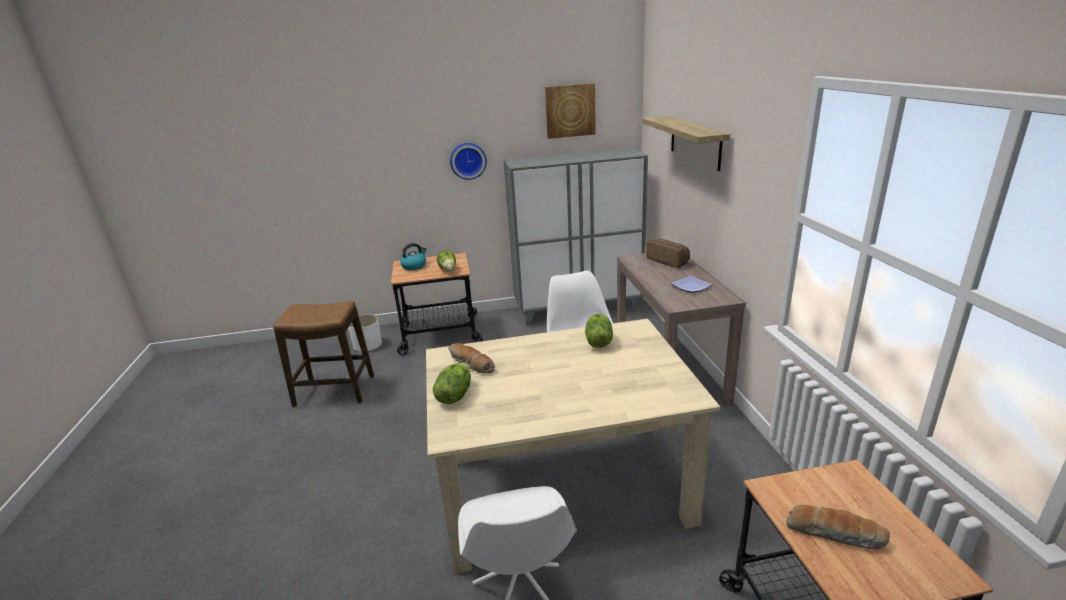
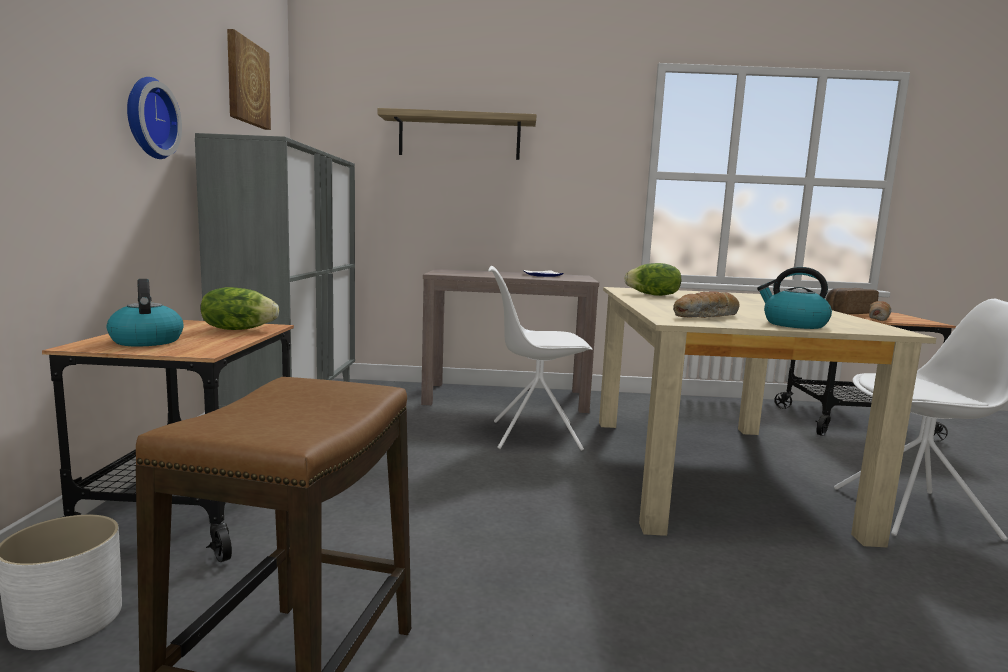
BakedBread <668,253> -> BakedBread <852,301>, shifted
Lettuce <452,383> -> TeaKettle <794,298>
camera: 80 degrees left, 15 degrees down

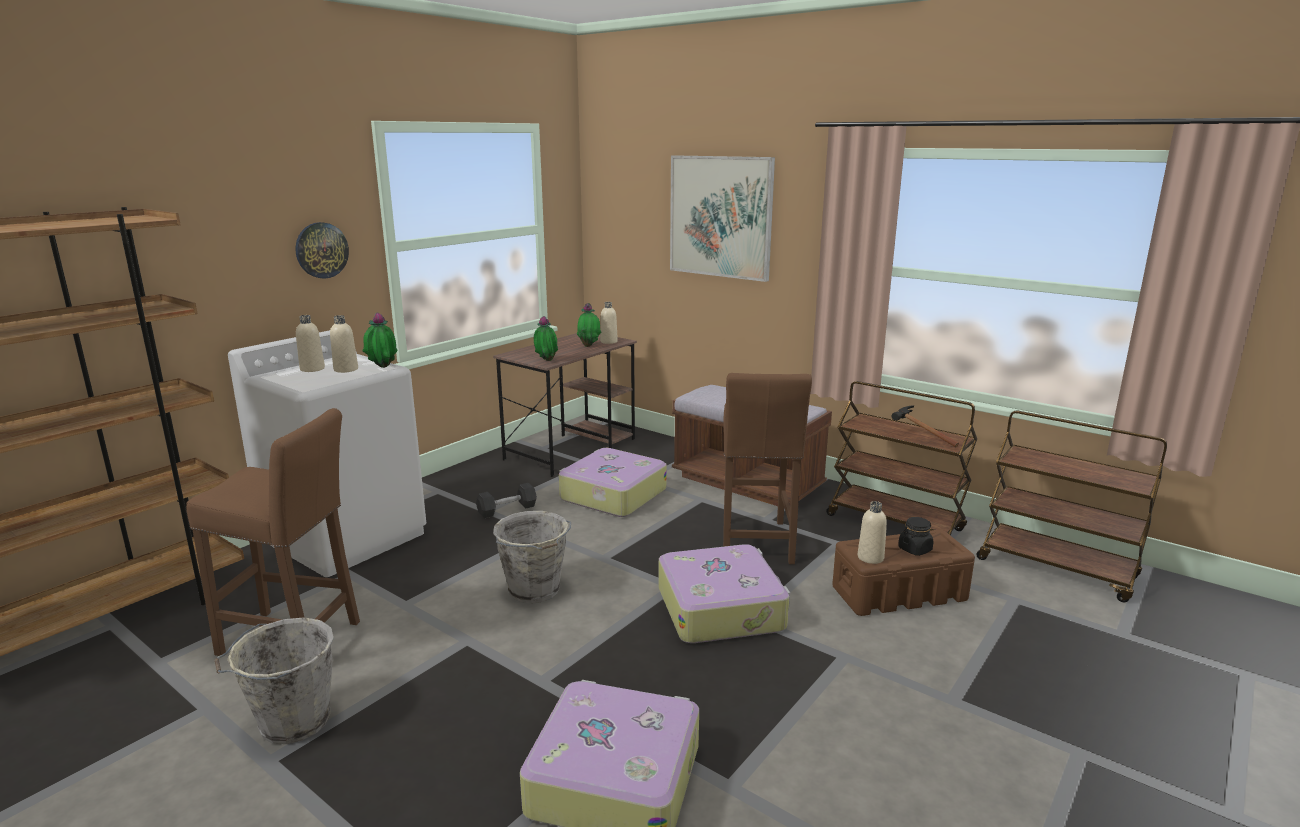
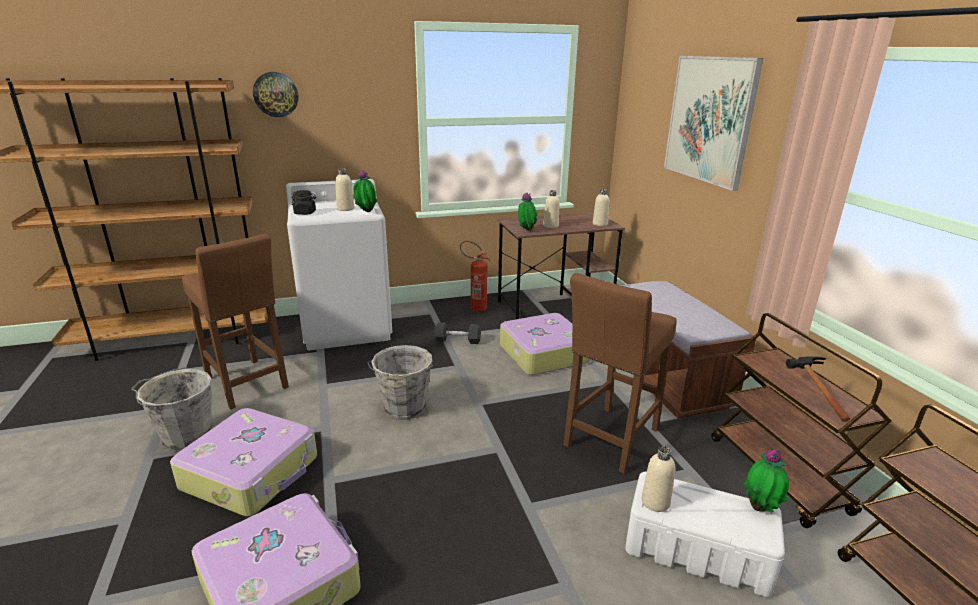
WallClock <322,250> -> WallClock <275,94>, shifted
PlantInAPot <589,325> -> PlantInAPot <766,480>, shifted
BeigeColouredBeverageBottle <310,343> -> BeigeColouredBeverageBottle <551,209>, shifted
BlackColouredStorageJar <916,536> -> BlackColouredStorageJar <303,202>, shifted
BrownColouredStorageBox <903,573> -> WhiteColouredStorageBox <705,534>
TravelCase <724,593> -> TravelCase <243,462>, shifted
none -> FireFightingCylinder <475,276>
camera: 35 degrees right, 5 degrees up

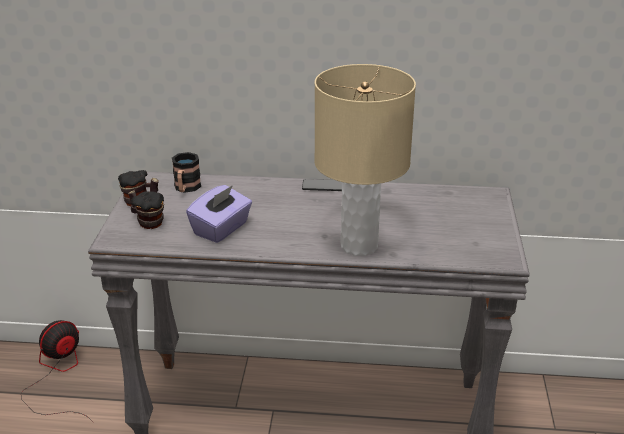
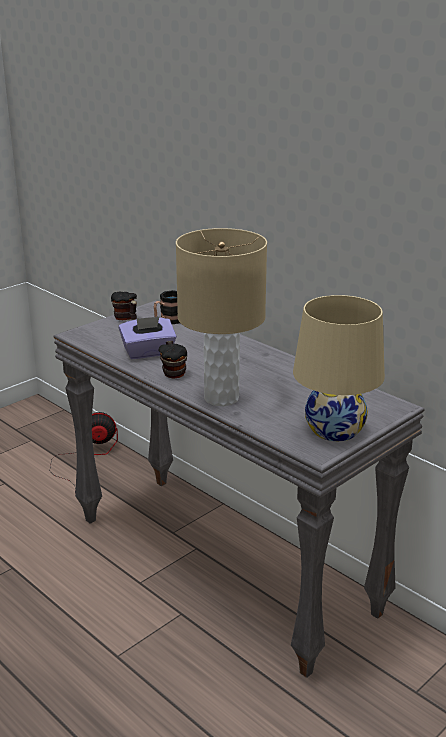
Telephone <322,185> -> none
CoffeeMug <146,209> -> CoffeeMug <172,360>, shifted
none -> BeigeColouredLampForATable <339,368>
camera: 40 degrees right, 5 degrees down

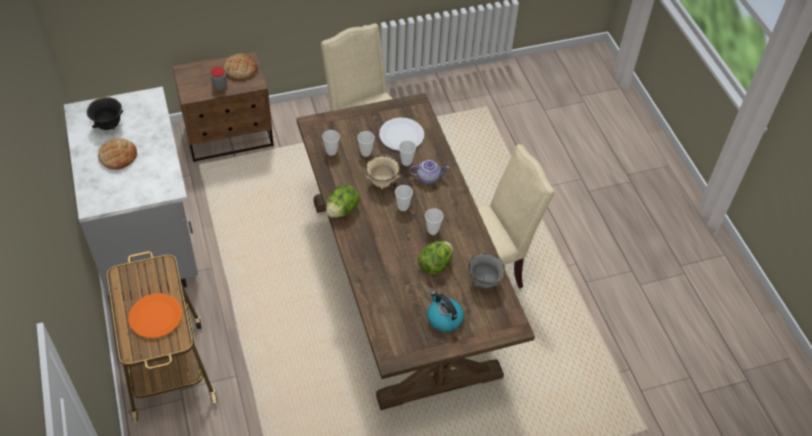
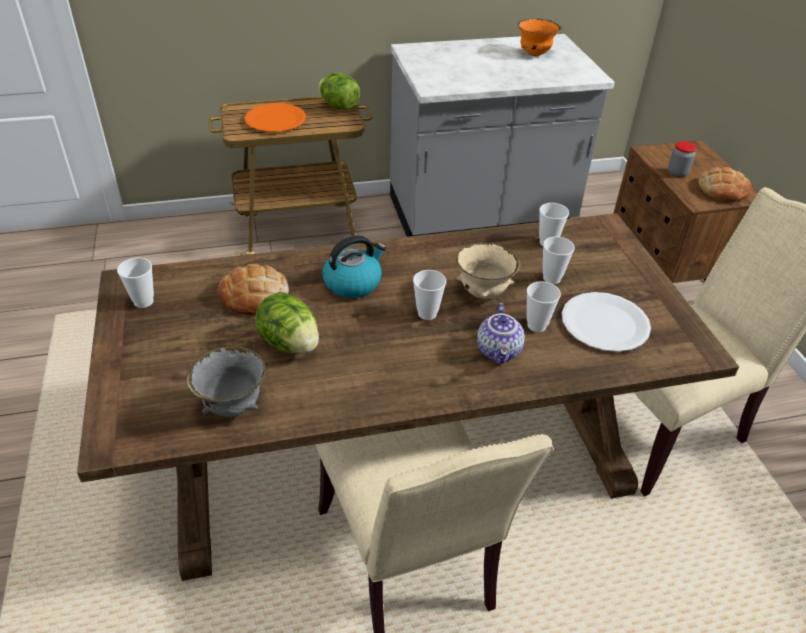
BlackColouredBowl <105,113> -> OrangeColouredBowl <540,37>
BakedBread <117,154> -> BakedBread <253,289>, shifted
Lettuce <343,201> -> Lettuce <339,91>, shifted
Cup <434,222> -> Cup <135,283>, shifted
TeaKettle <445,311> -> TeaKettle <354,266>, shifted
camera: 95 degrees right, 10 degrees down

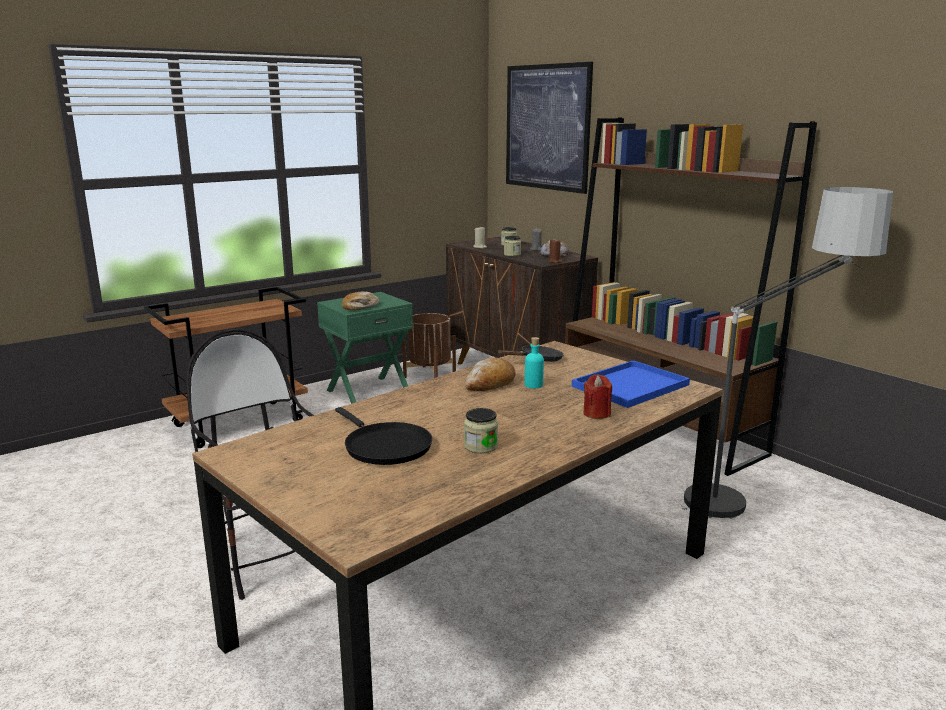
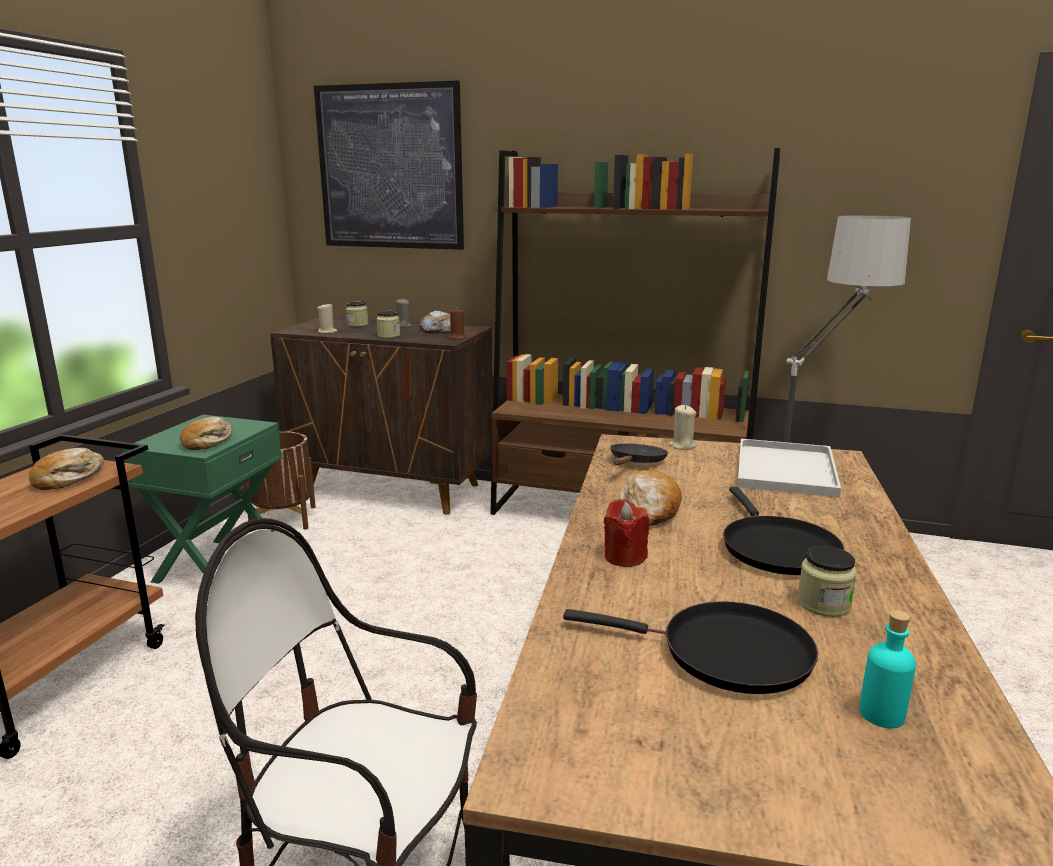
BlueGreenBeverageBottle <534,362> -> BlueGreenBeverageBottle <887,669>, shifted
BlueColouredServingTray <631,384> -> WhiteColouredServingTray <789,468>
RedCandle <598,396> -> RedCandle <626,533>, shifted
none -> BeigeColouredCandle <682,427>
none -> BakedBread <66,469>
none -> BlackColouredFryingPan <783,531>
camera: 35 degrees left, 0 degrees up

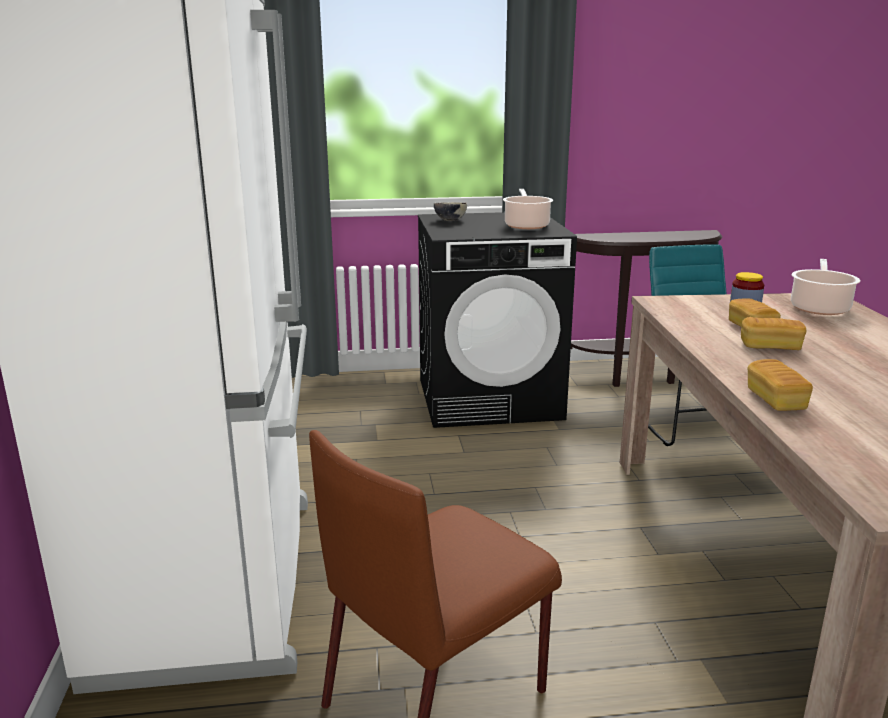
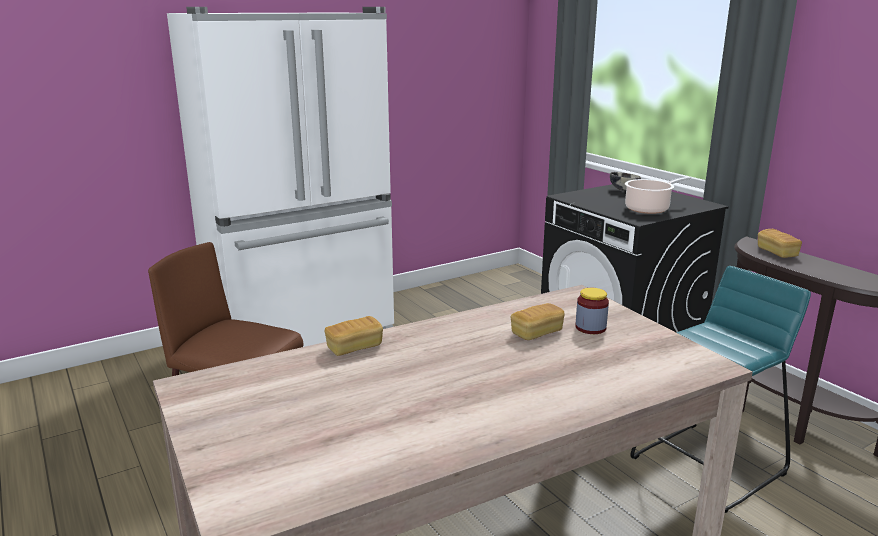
Saucepot <825,287> -> none
BakedBread <773,333> -> BakedBread <780,243>, shifted
camera: 65 degrees right, 0 degrees up

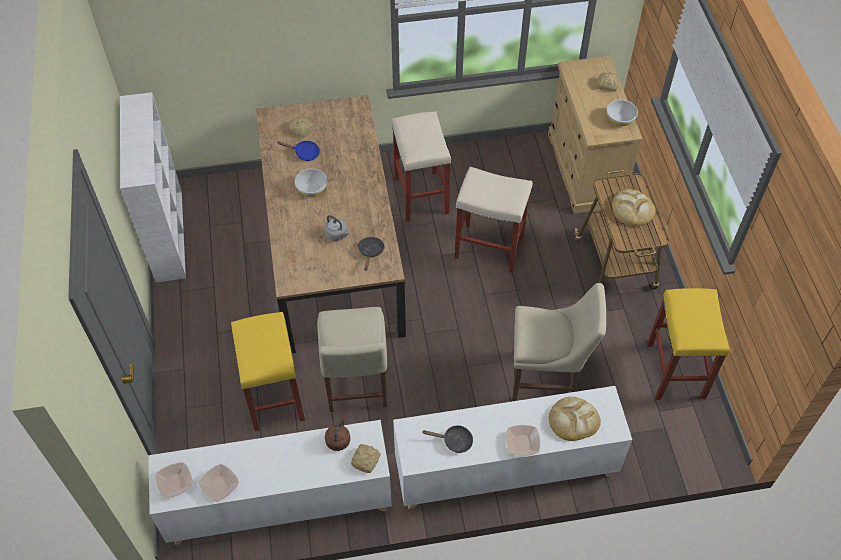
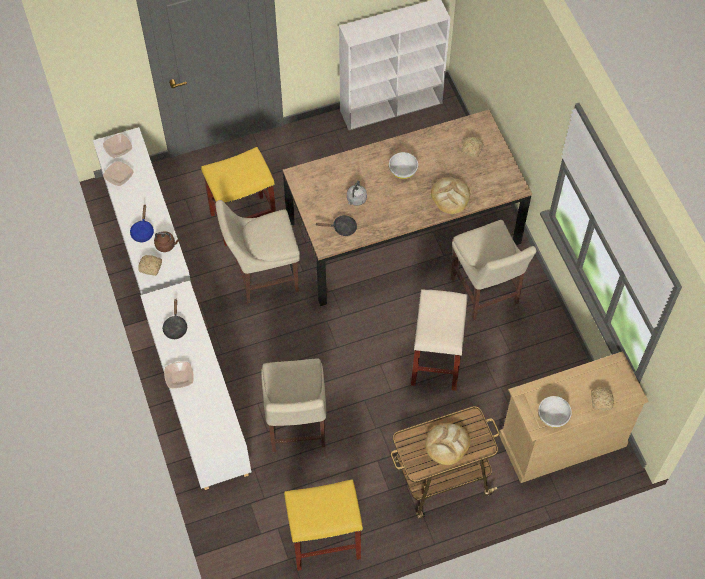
BeigeColouredStoolSeat <421,166> -> BeigeColouredPlainChair <494,270>
BlueColouredFryingPan <299,151> -> BlueColouredFryingPan <142,223>, shifted
BakedBread <575,419> -> BakedBread <450,196>, shifted
camera: 80 degrees right, 5 degrees up

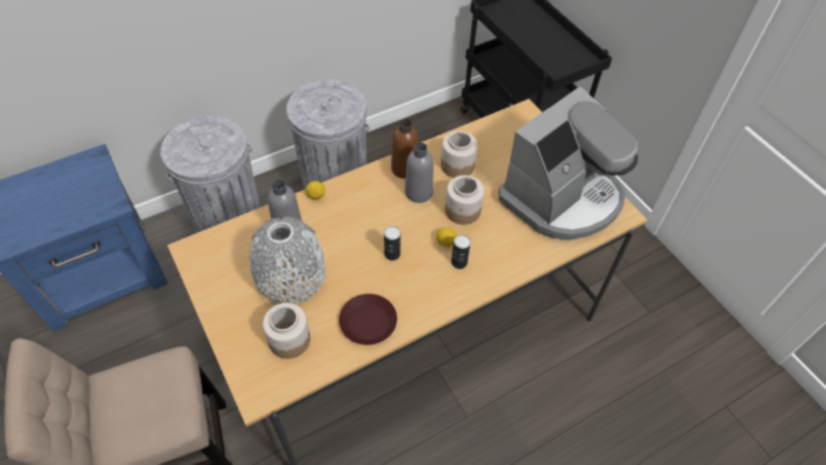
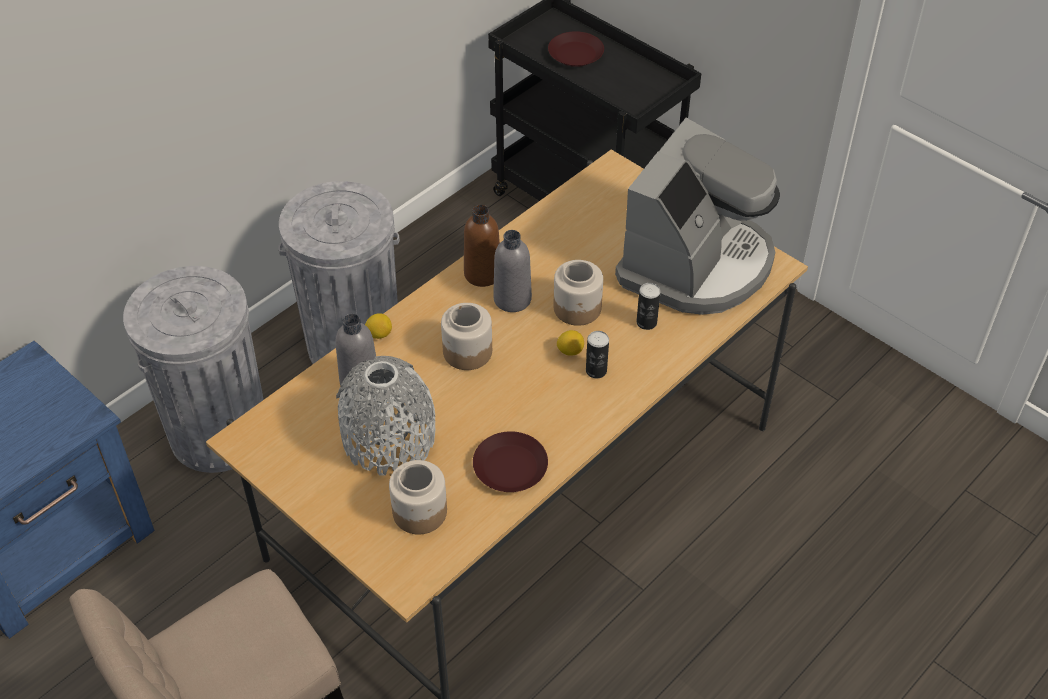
StorageJar <459,154> -> StorageJar <466,336>, shifted
MetalCan <392,243> -> MetalCan <649,306>, shifted
none -> BrownColouredFlatDish <576,49>
camera: 15 degrees left, 5 degrees down

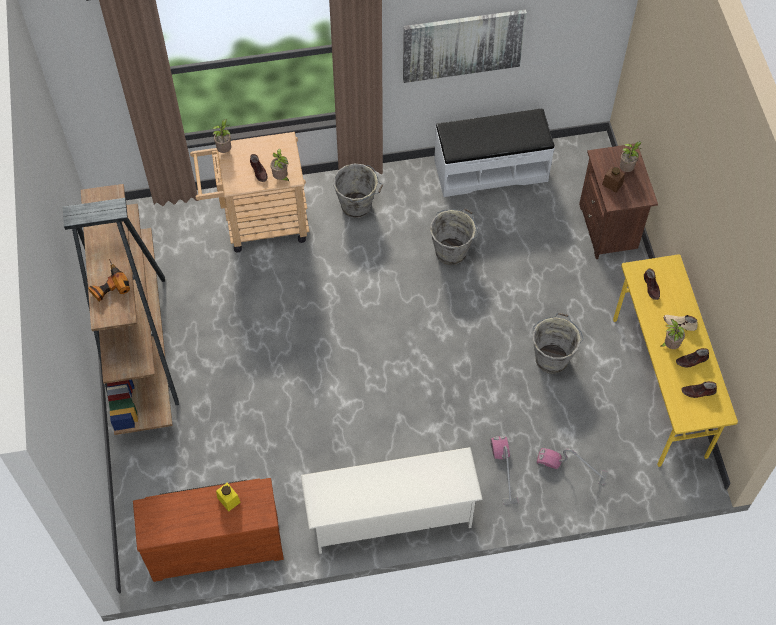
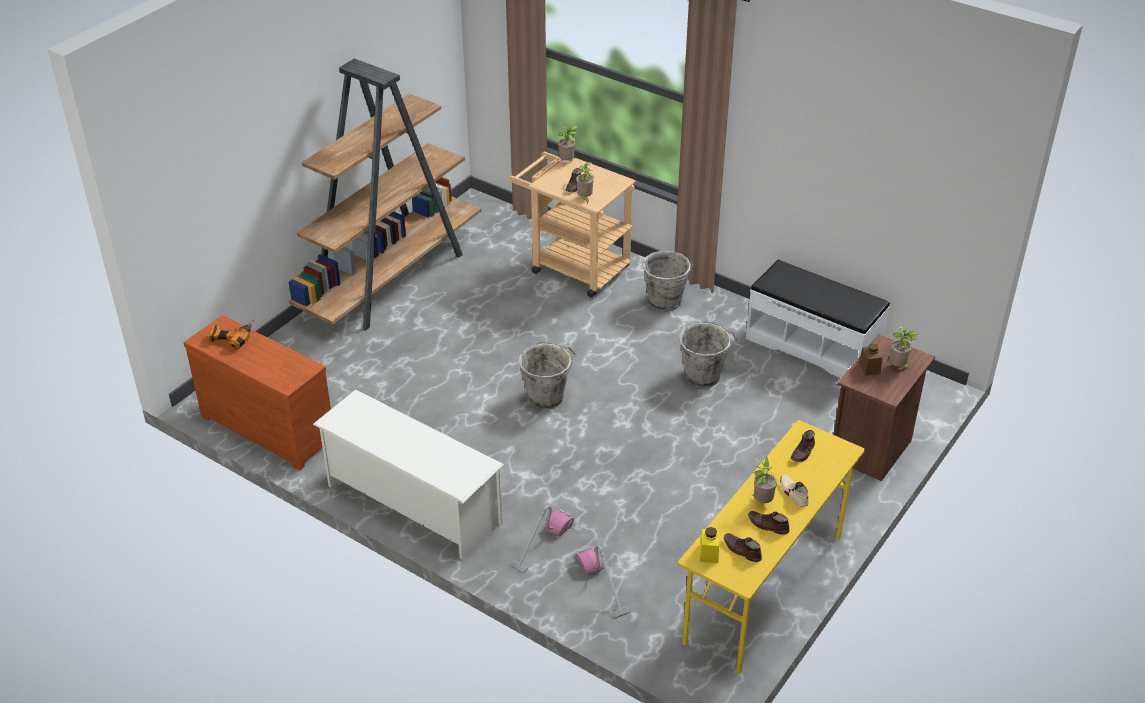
WallPicture <465,46> -> none
Drill <109,280> -> Drill <231,334>, shifted
GrayBucket <558,343> -> GrayBucket <547,376>, shifted
YellowStorageJar <228,497> -> YellowStorageJar <709,545>, shifted
camera: 45 degrees right, 20 degrees down

